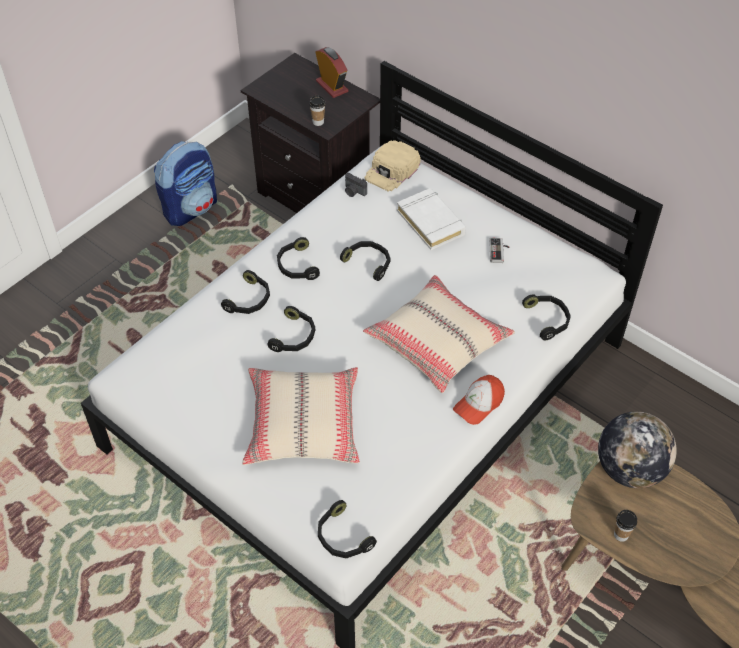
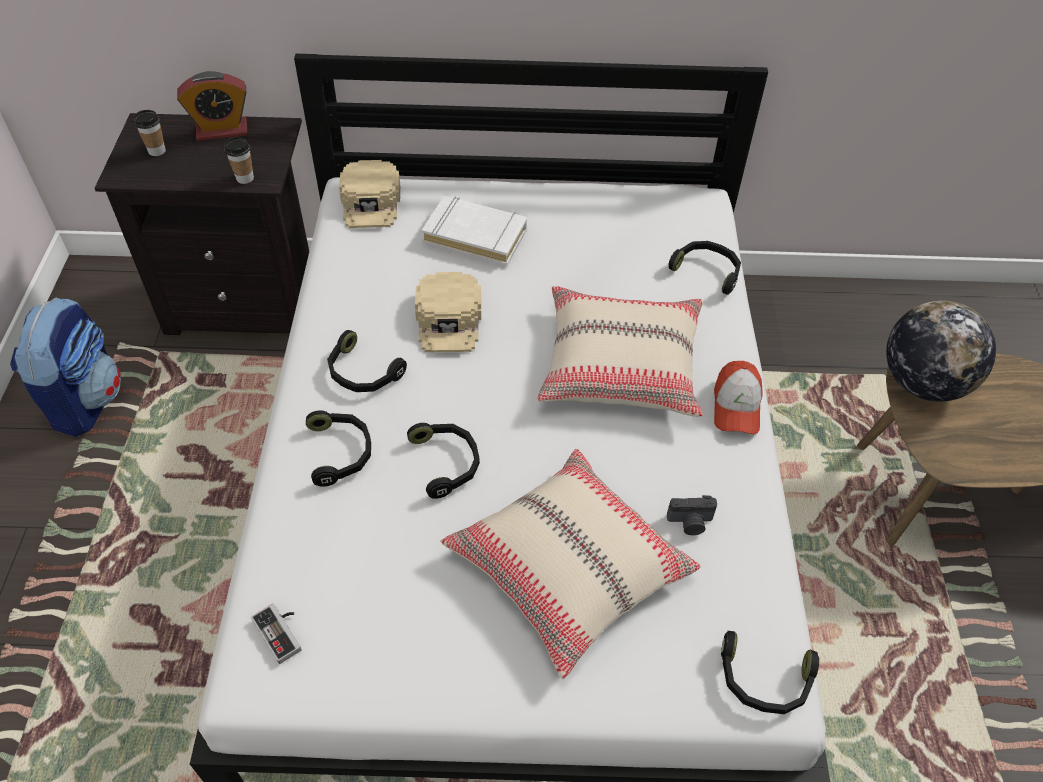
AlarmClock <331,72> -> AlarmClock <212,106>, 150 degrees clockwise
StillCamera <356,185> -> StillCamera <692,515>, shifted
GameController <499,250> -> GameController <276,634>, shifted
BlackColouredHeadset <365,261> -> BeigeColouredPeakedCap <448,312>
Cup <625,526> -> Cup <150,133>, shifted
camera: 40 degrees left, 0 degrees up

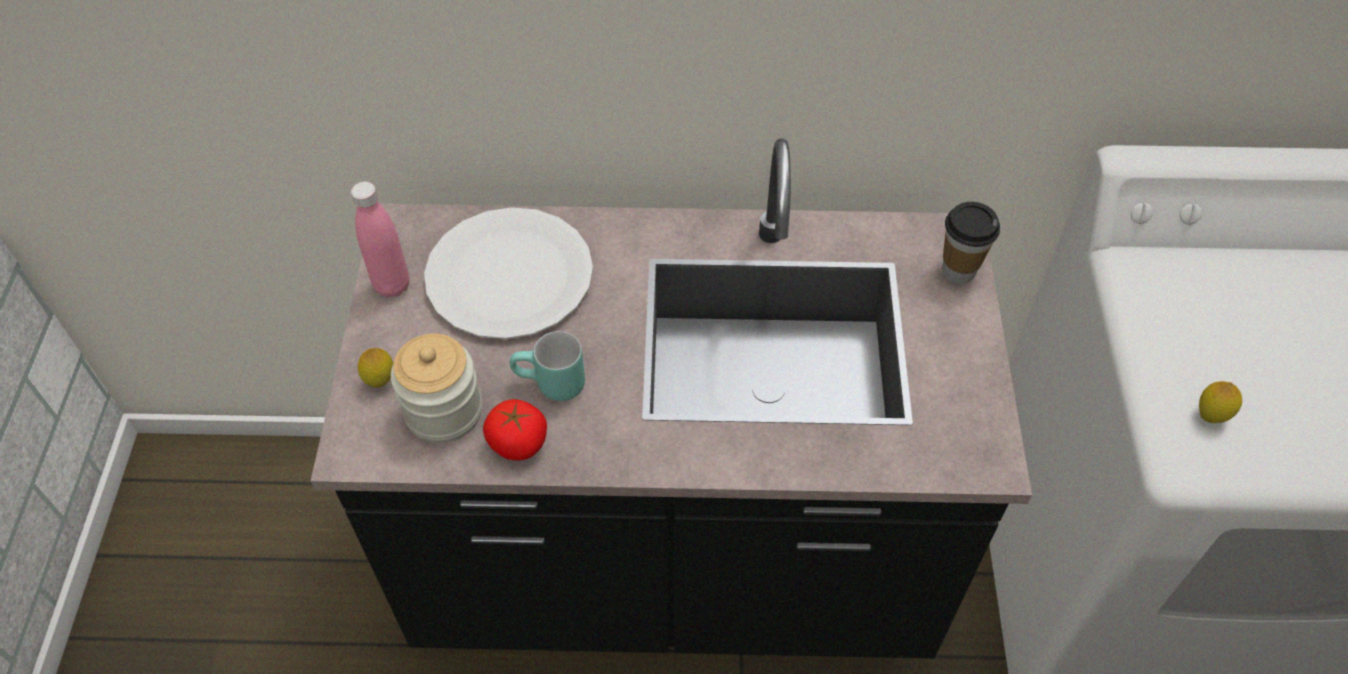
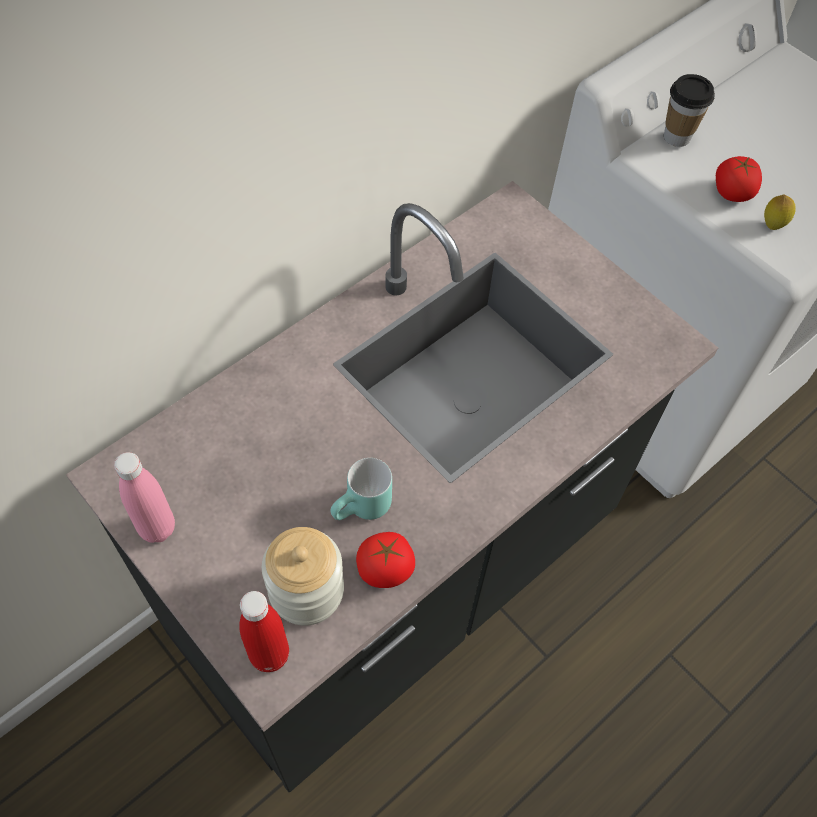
Cup <971,243> -> Cup <689,110>, shifted
WhiteColouredFlatDish <508,273> -> none
Lemon <375,368> -> none
none -> WholeTomato <739,179>
none -> RedBeverageBottle <264,631>
camera: 45 degrees left, 5 degrees up

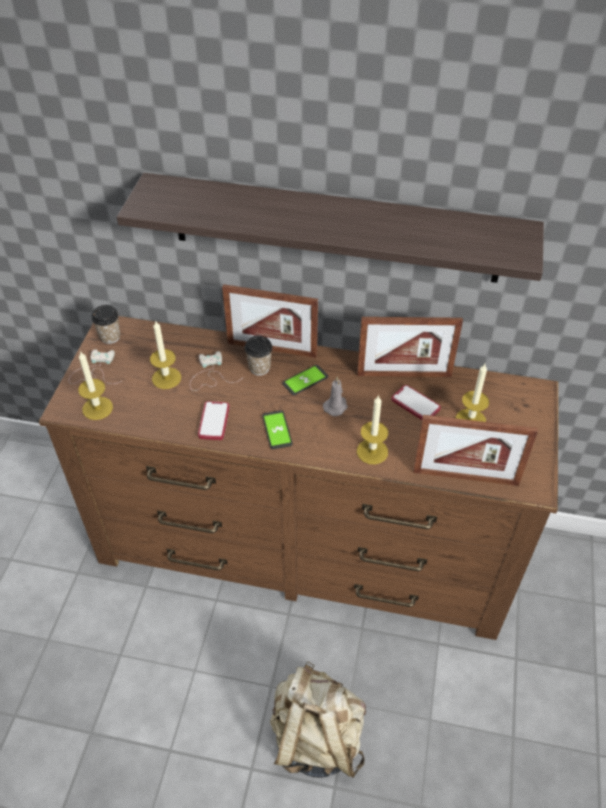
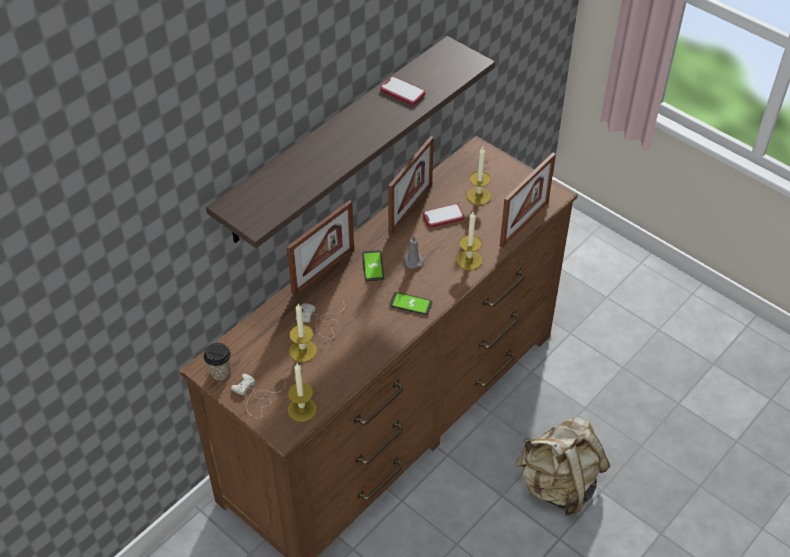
Cup <258,355> -> none
Telephone <214,420> -> Telephone <402,90>, shifted
camera: 60 degrees left, 0 degrees up

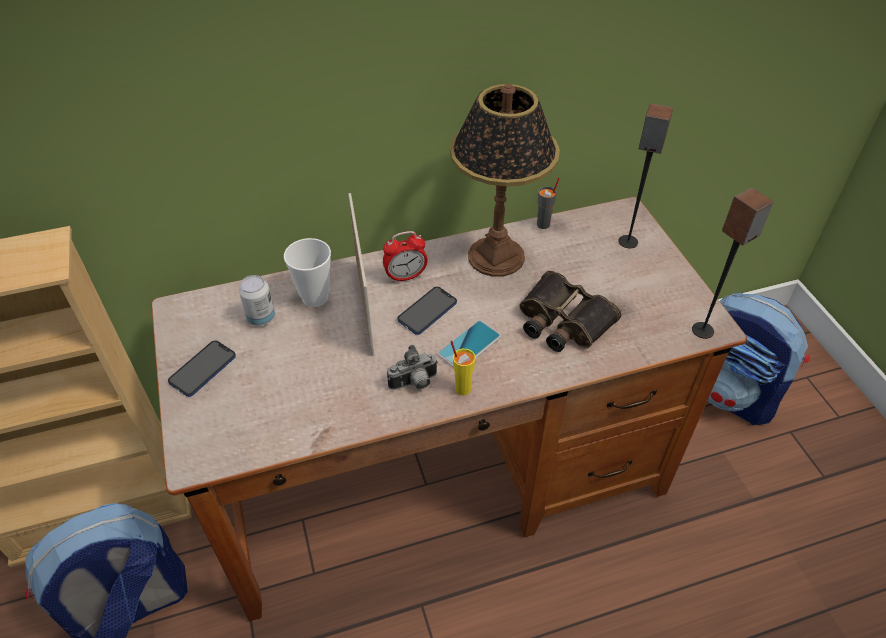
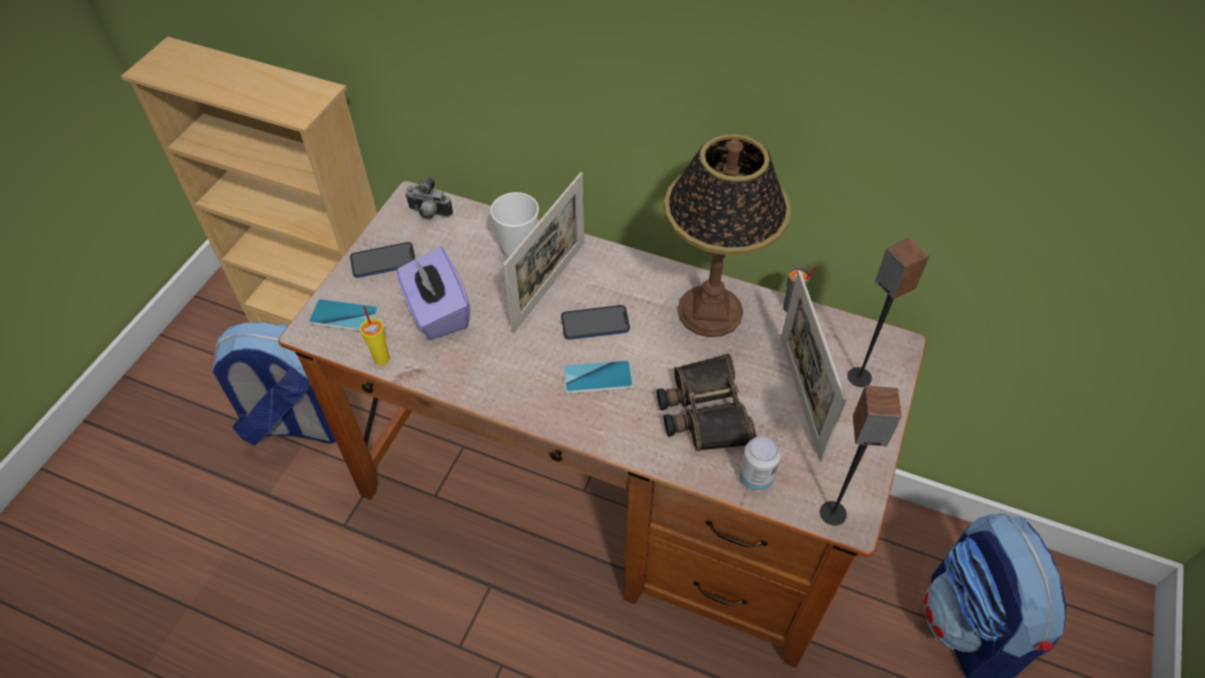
AlarmClock <405,257> -> none
MetalCan <257,300> -> MetalCan <760,464>, shifted
YellowCup <463,368> -> YellowCup <375,335>, shifted
StillCamera <412,367> -> StillCamera <429,198>, shifted
none -> PurpleColouredTissueHolder <433,293>
none -> PictureFrame <814,366>
none -> Telephone <343,315>
camera: 40 degrees right, 5 degrees up

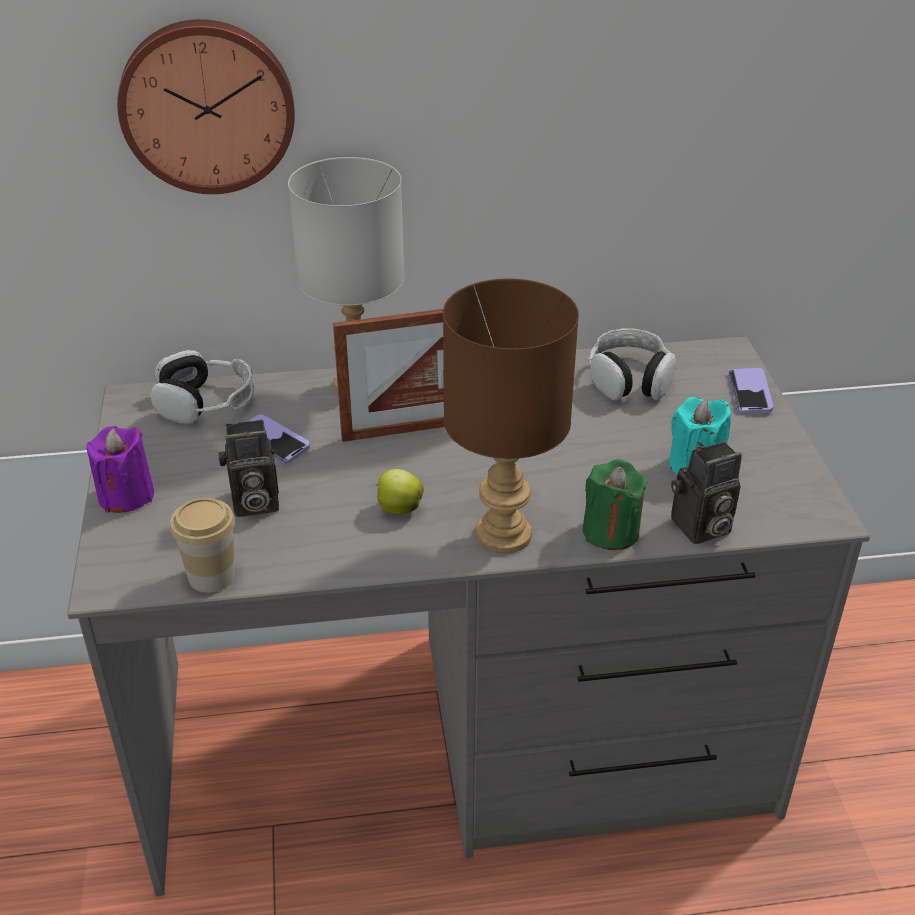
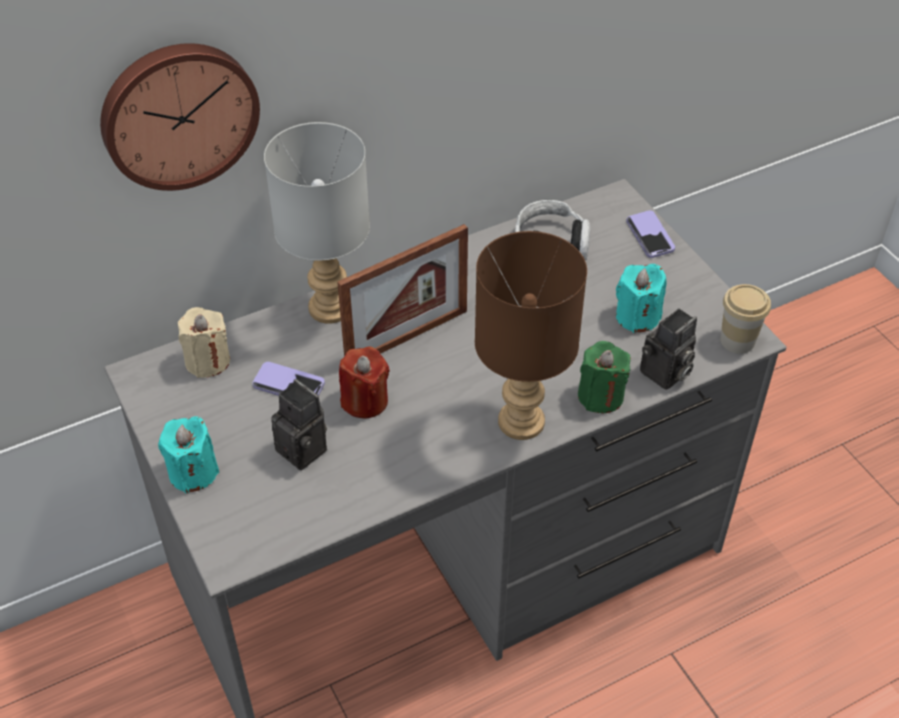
Headset <202,387> -> BeigeColouredCandle <204,342>
StillCamera <248,468> -> StillCamera <299,424>, 105 degrees counterclockwise
PurpleColouredCandle <120,469> -> BlueGreenCandle <188,455>
AppleFruit <399,491> -> none
Cup <202,545> -> Cup <745,318>, shifted
none -> RedCandle <364,382>
camera: 20 degrees left, 10 degrees up

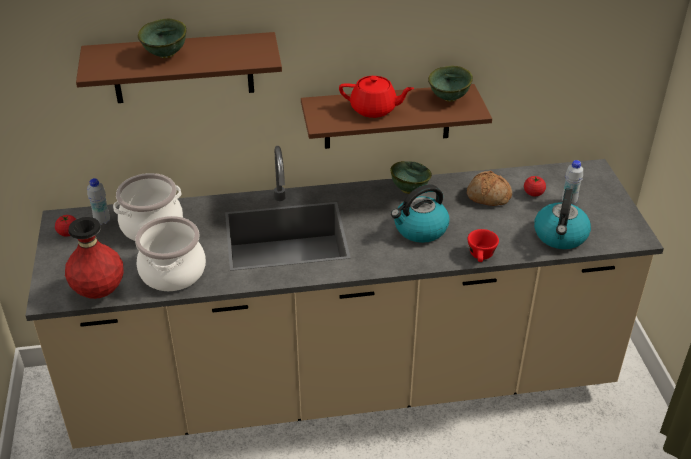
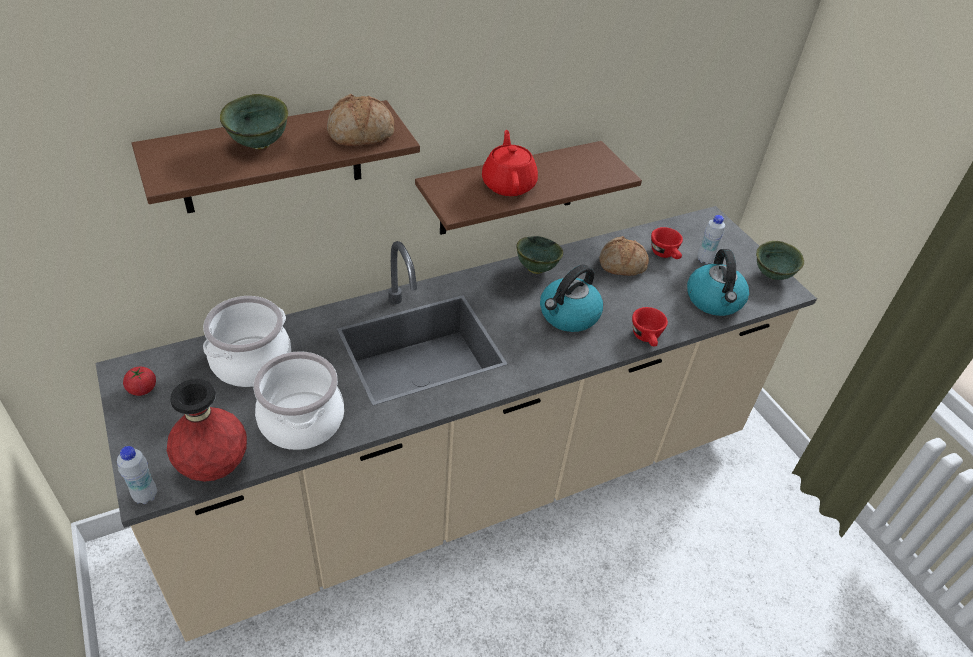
GreenBowl <450,84> -> GreenBowl <780,260>, shifted
RedTeaPot <376,97> -> RedTeaPot <510,163>, 90 degrees counterclockwise
WholeTomato <535,186> -> RedCup <667,243>
WhiteColouredBeverageBottle <98,201> -> WhiteColouredBeverageBottle <137,475>, shifted
none -> BakedBread <360,120>
camera: 20 degrees left, 5 degrees up

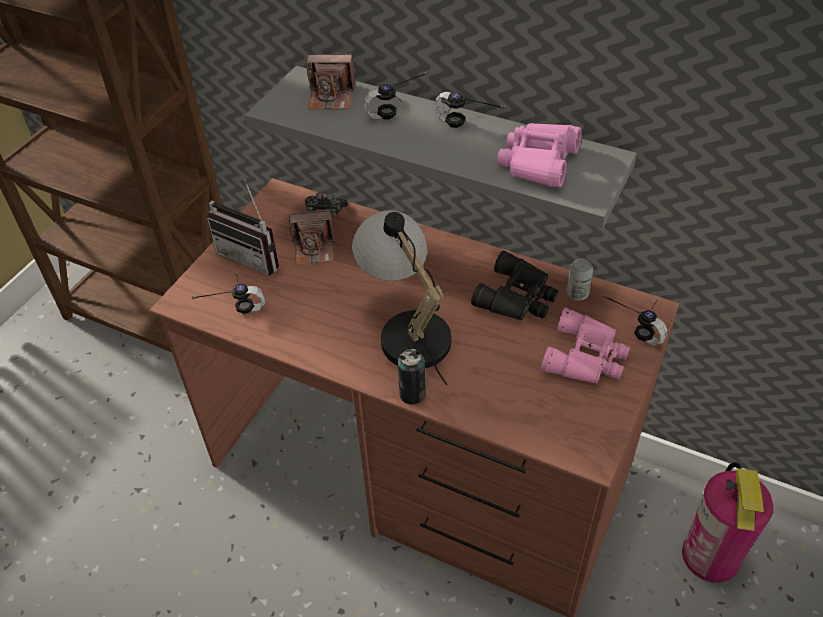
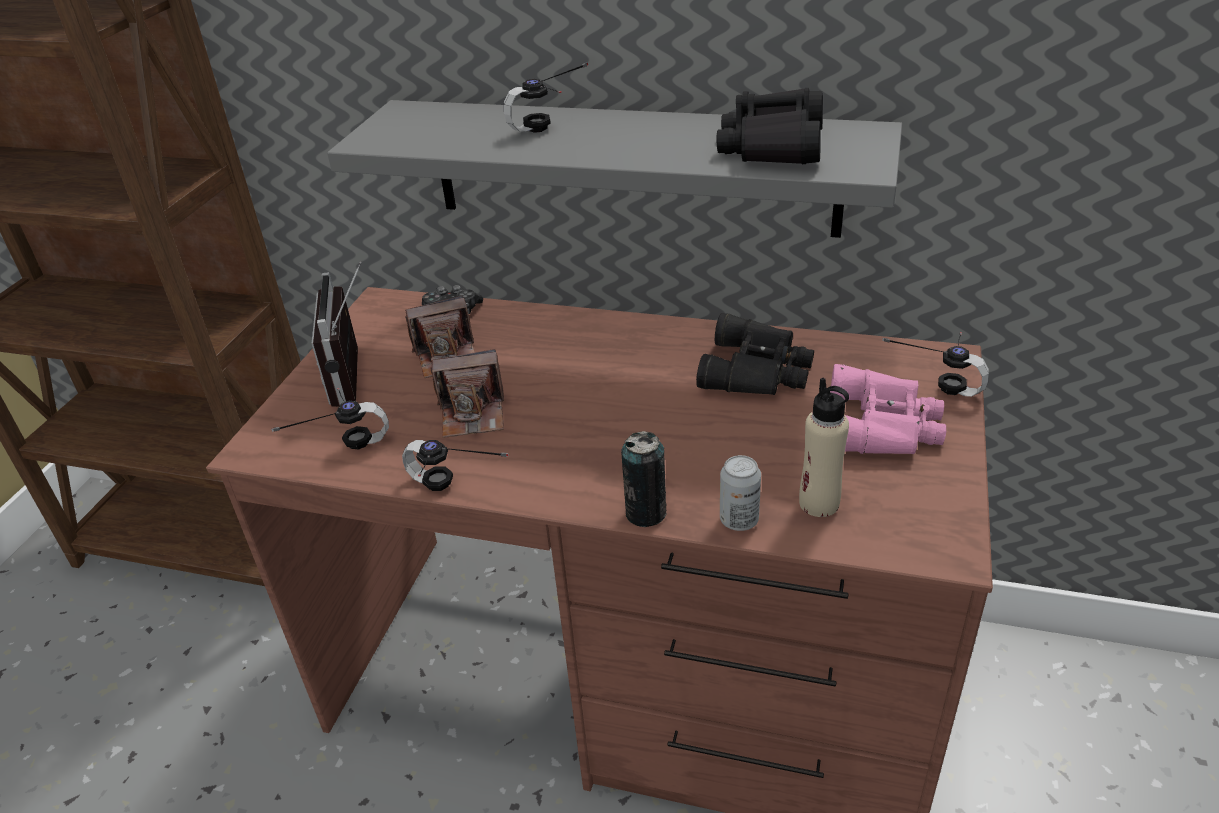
StillCamera <330,81> -> StillCamera <467,393>, shifted
Headset <470,110> -> Headset <455,465>, shifted
PinkishPairOfBinoculars <539,155> -> BlackColouredPairOfBinoculars <770,126>
RadioReceiver <243,227> -> RadioReceiver <337,334>, 60 degrees clockwise
LampForATable <401,297> -> none
MetalCan <580,279> -> MetalCan <740,493>, shifted
FireFightingCylinder <728,522> -> none
none -> BeigeColouredBeverageBottle <824,447>
camera: 10 degrees left, 10 degrees down

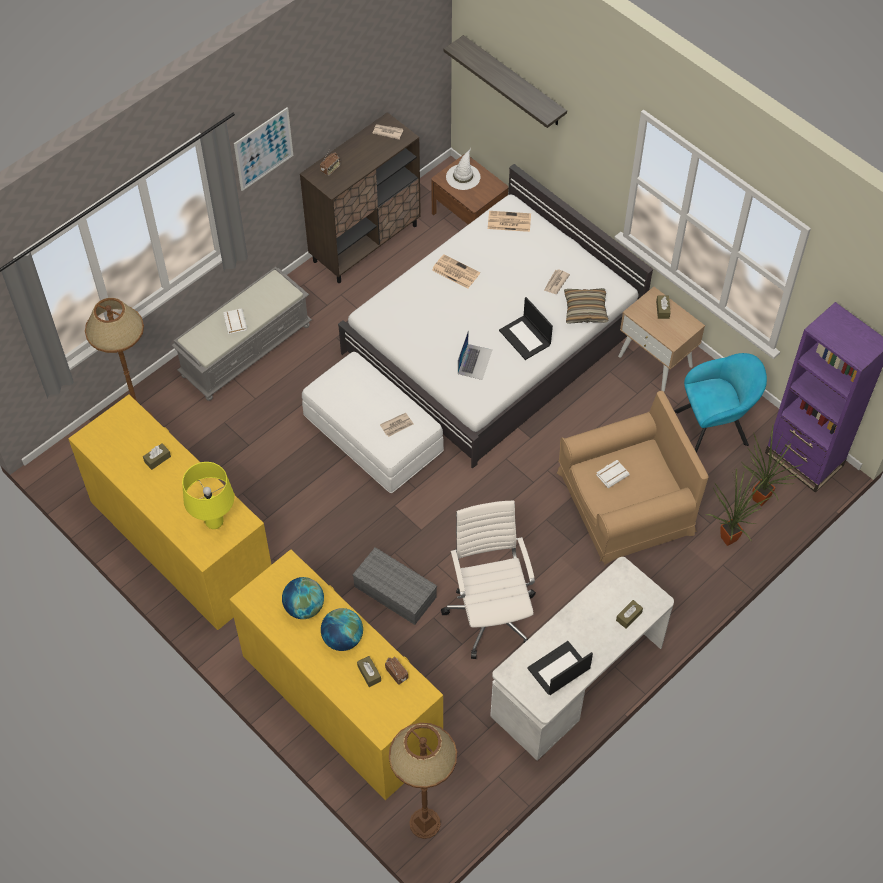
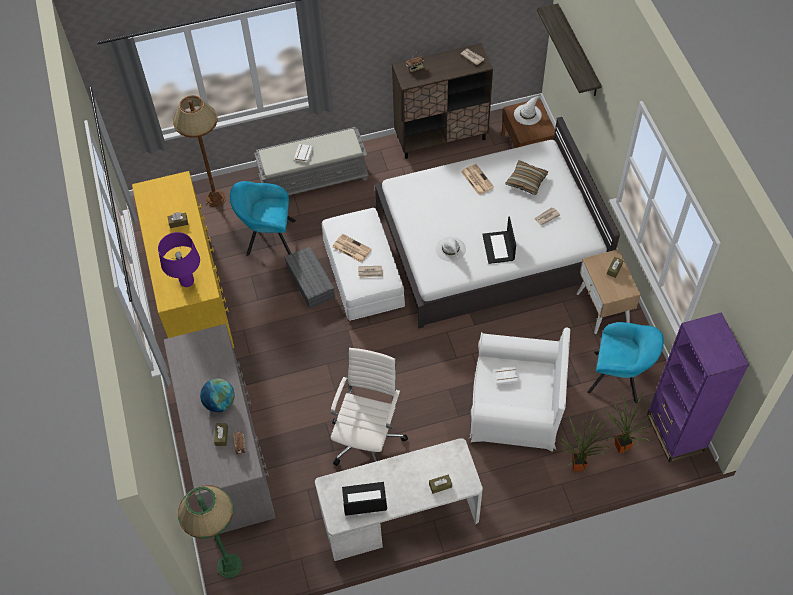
WallPicture <263,149> -> none
Newspaper <509,221> -> Newspaper <352,248>, shifted
Cushion <586,306> -> Cushion <526,178>, shifted
PortableComputer <475,355> -> WhiteColouredClothingHat <451,249>
BrownColouredArmchair <632,478> -> WhiteColouredArmchair <519,390>
YellowLampForATable <208,495> -> PurpleColouredLampForATable <179,259>
GrayStorageBox <395,586> -> GrayStorageBox <310,277>, shifted
YellowDrawerChest <336,674> -> GrayDrawerChest <220,429>
WorldGlobe <303,598> -> none
BrownColouredStandingLamp <423,781> -> GreenStandingLamp <210,531>
none -> BlueGreenArmchair <263,218>
camera: 30 degrees right, 0 degrees up

